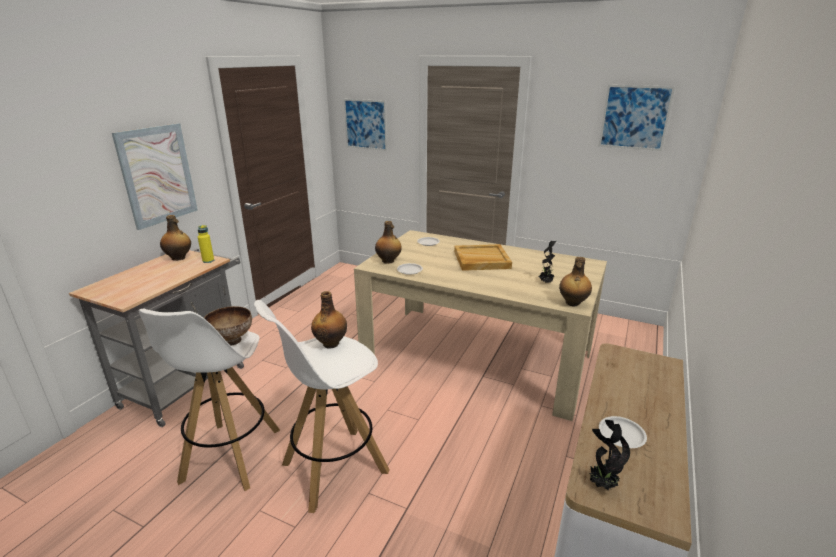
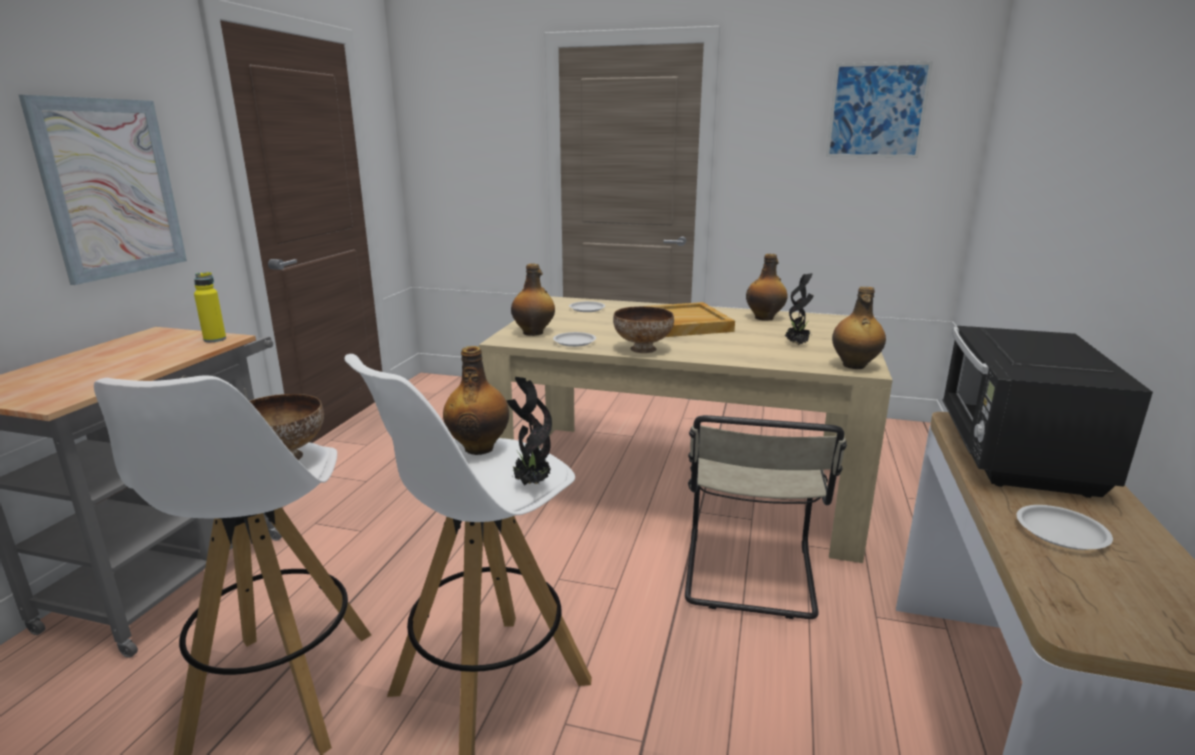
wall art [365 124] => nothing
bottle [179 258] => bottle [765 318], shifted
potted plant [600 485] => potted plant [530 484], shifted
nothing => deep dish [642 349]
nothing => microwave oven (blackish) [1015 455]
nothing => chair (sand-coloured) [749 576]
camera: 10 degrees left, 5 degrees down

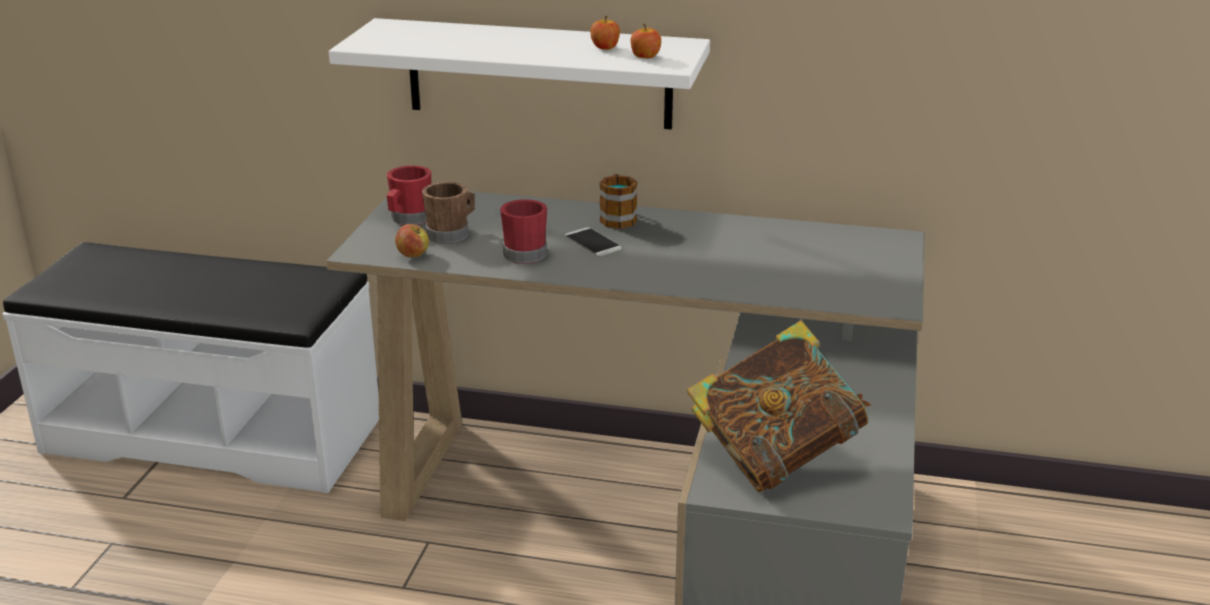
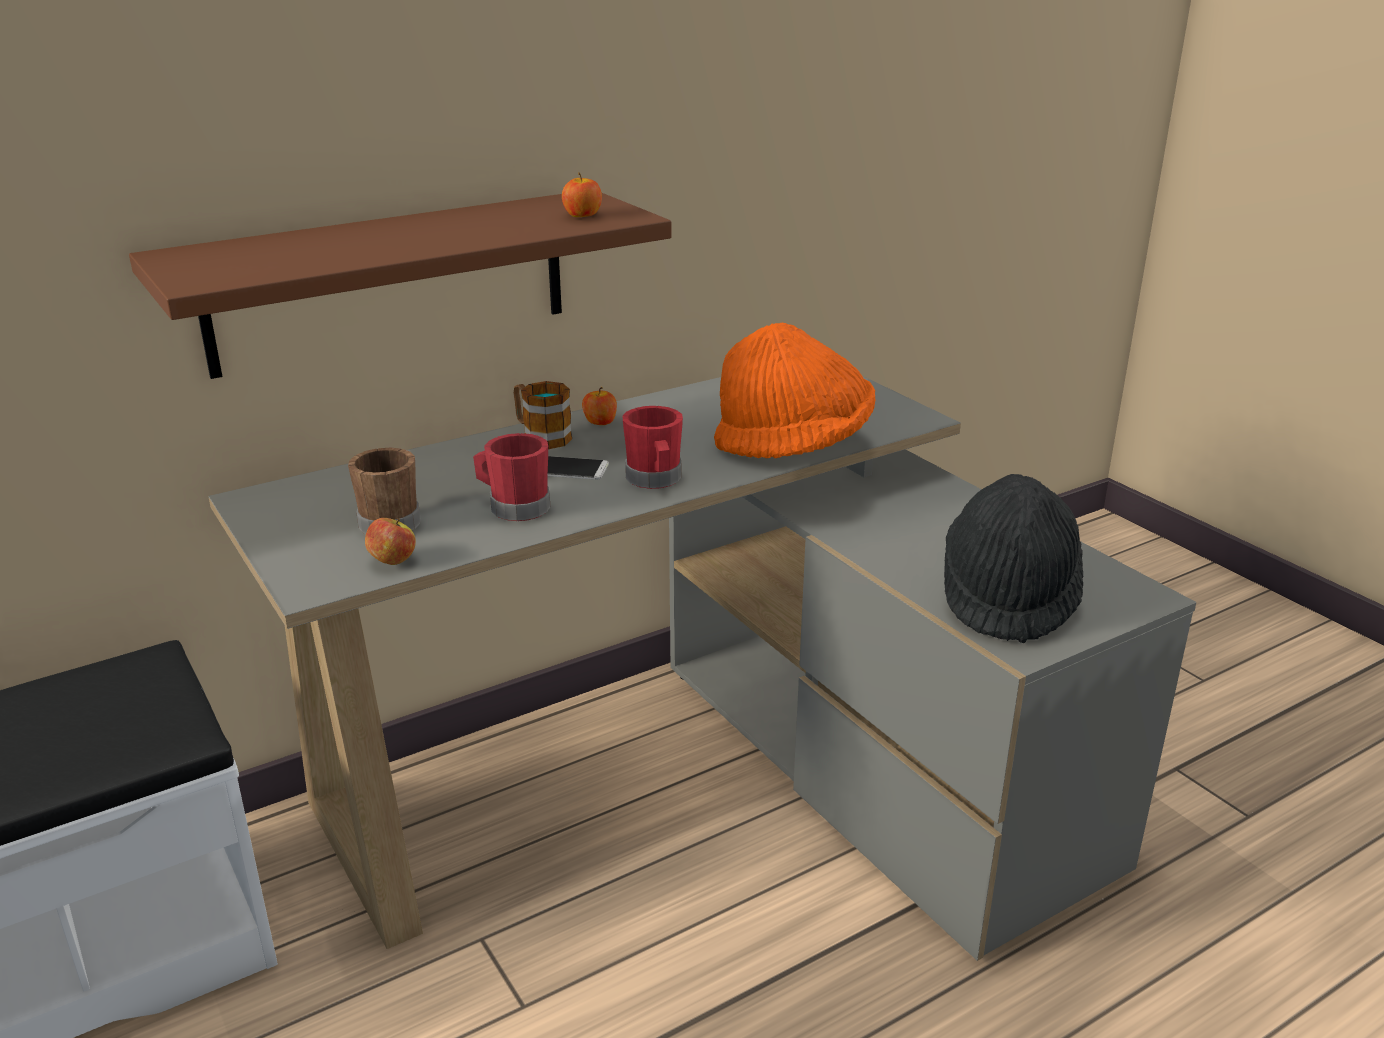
whole apple [605 48] => whole apple [600 422], shifted
shelf (whitish) [539 73] => shelf (brown) [390 281]
coffee mug (reddish) [409 219] => coffee mug (reddish) [655 480], shifted
volume [776 457] => wearable hat (blackish) [1008 596]
nothing => wearable hat (orange) [793 444]
camera: 45 degrees left, 0 degrees up

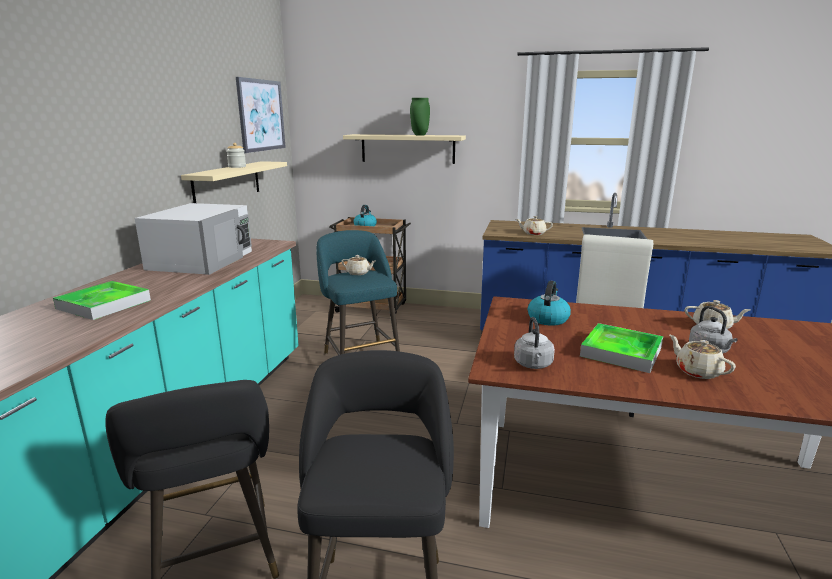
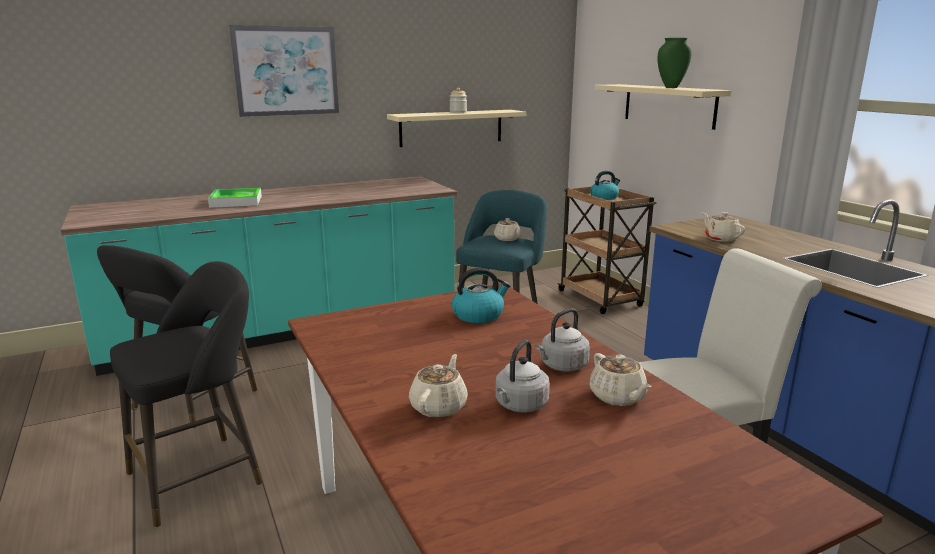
wall art [261 115] => wall art [286 71], shifted
microwave oven (whitish) [202 260] => nothing
kettle (grey) [533 365] => kettle (grey) [562 366], shifted
carrying tray [621 352] => nothing
camera: 50 degrees right, 0 degrees up

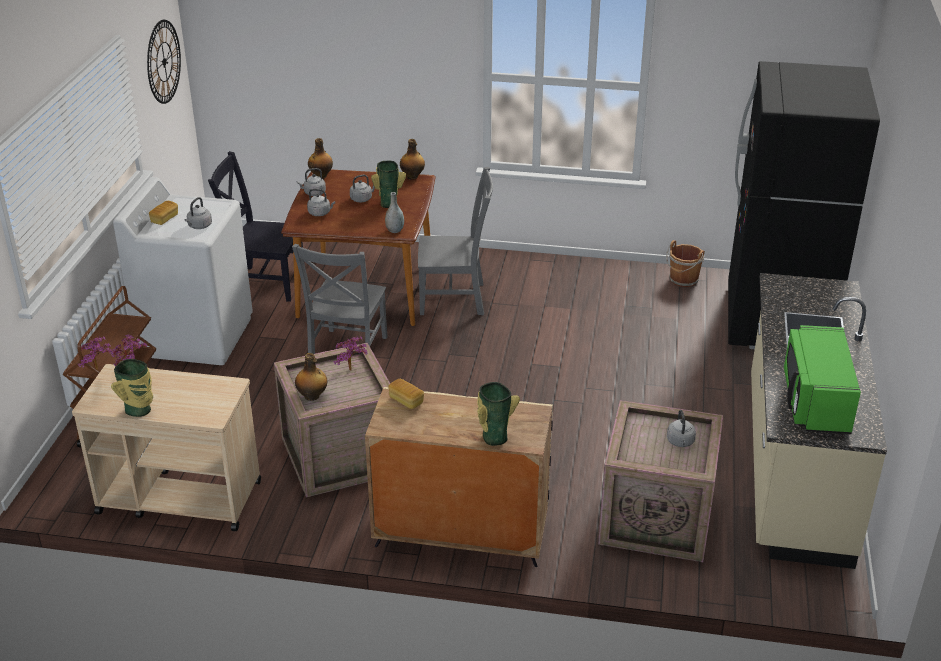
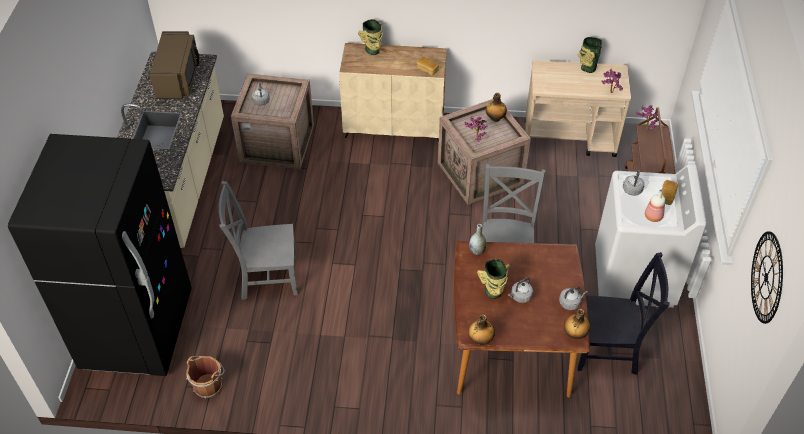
chair (grey) [455 299] => chair (grey) [266 277], shifted
kettle (grey) [320 213] => nothing
microwave oven (greenish) [815 401] => microwave oven (brown) [178 78]
nothing => bottle [654 216]
camera: 175 degrees right, 15 degrees up

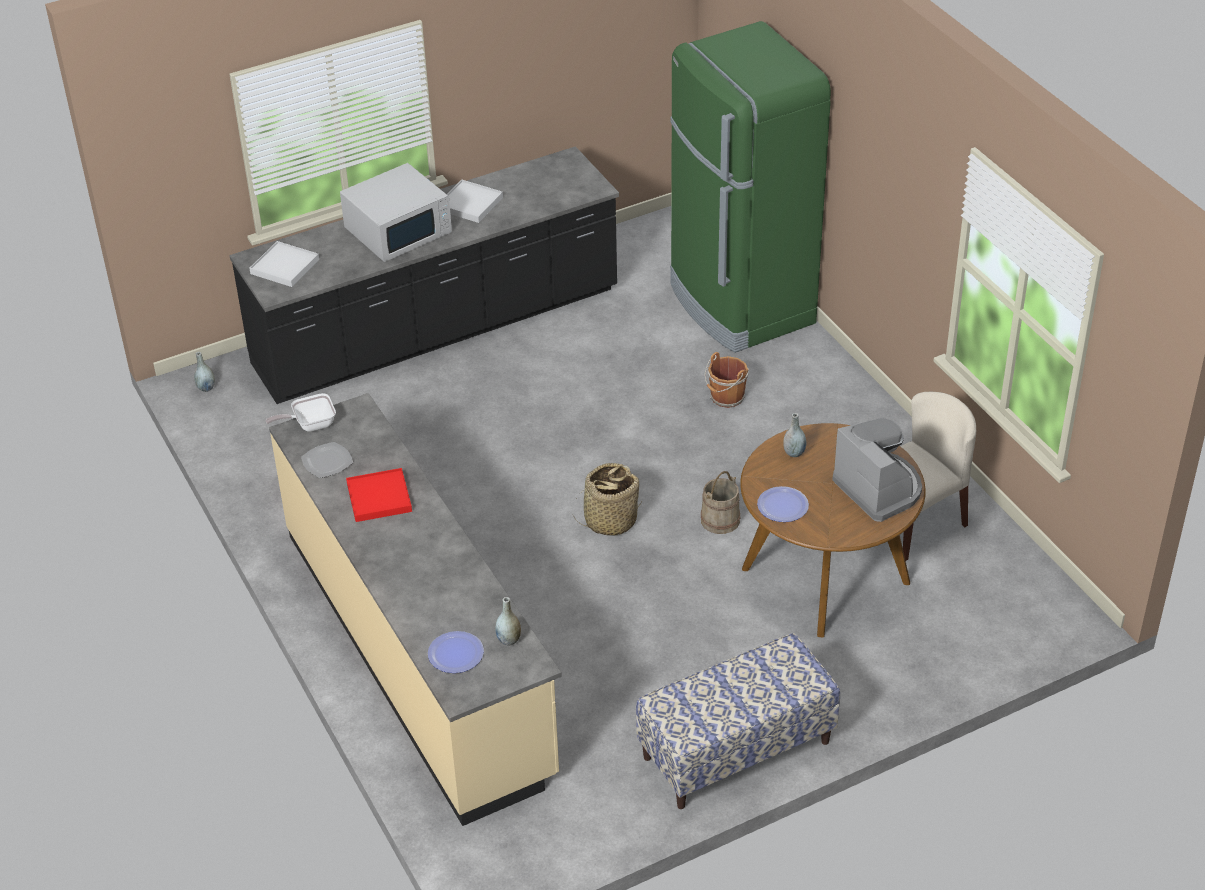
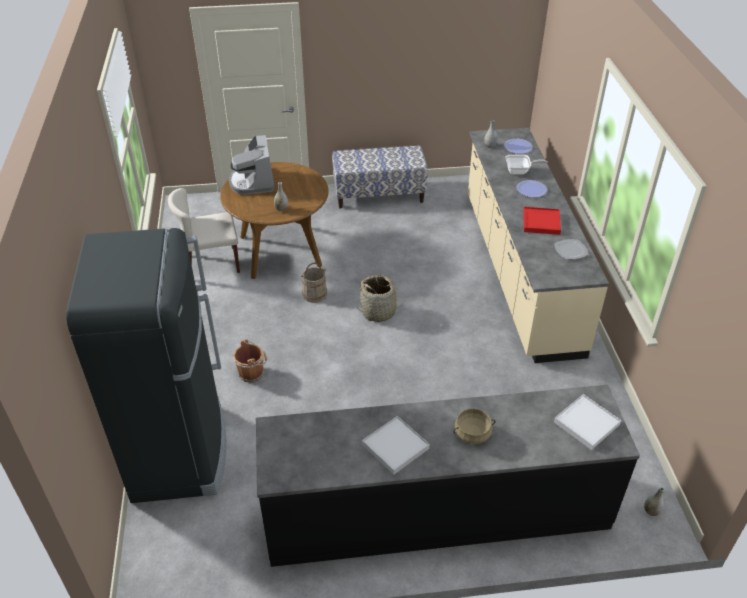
kitchen fridge (greenish) [740 305] => kitchen fridge (blackish) [180 452]
microwave oven (whitish) [399 231] => saucepot (sand-coloured) [472 434]
skillet [310 424] => skillet [520 171], shifted
dinner plate [783 505] => dinner plate [531 189], shifted
camera: 160 degrees left, 0 degrees up

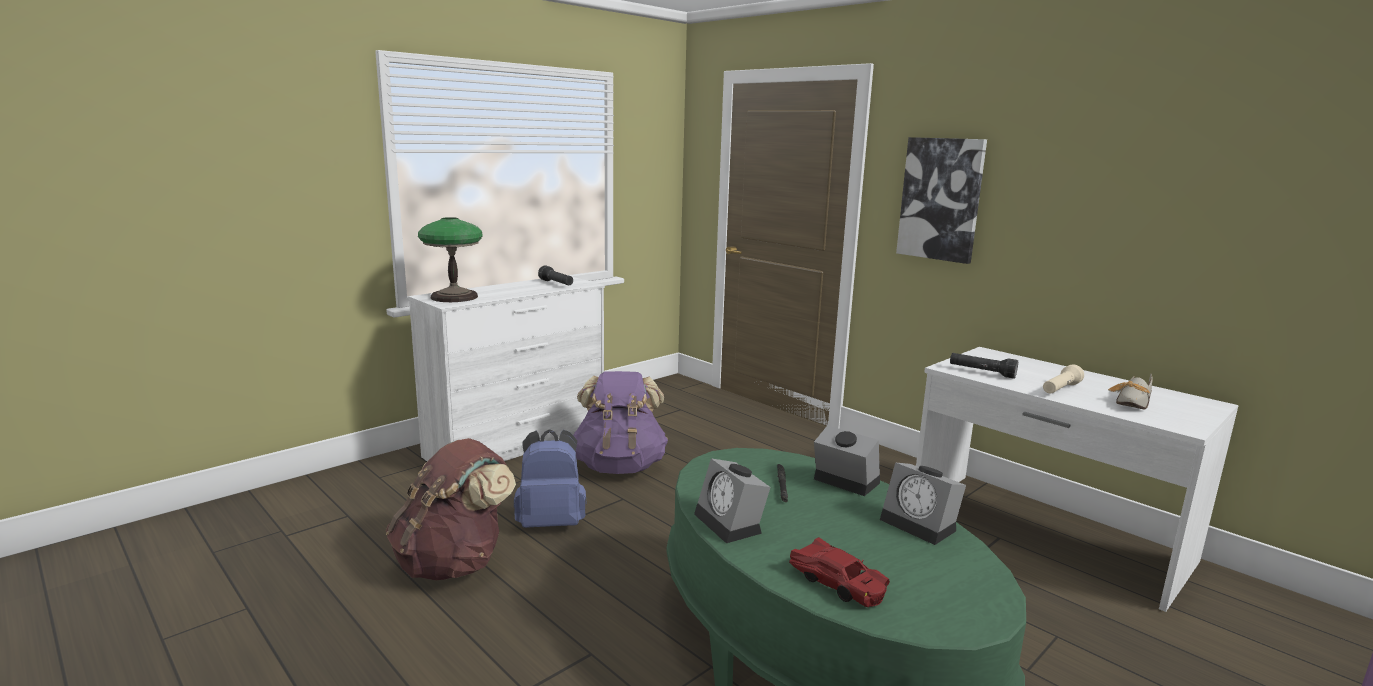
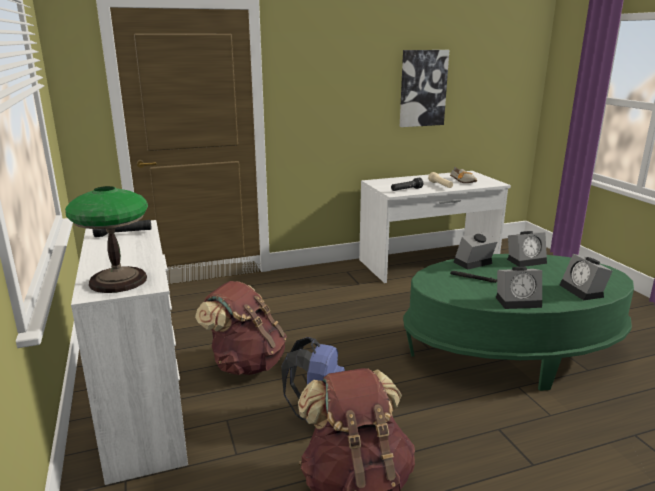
wall art [941 199] => wall art [422 88], shifted
backpack (purple-coloured) [619 466] => backpack (brown) [246 363]
toy car (reddish) [837 583] => table clock [584 291]
camera: 65 degrees left, 5 degrees up

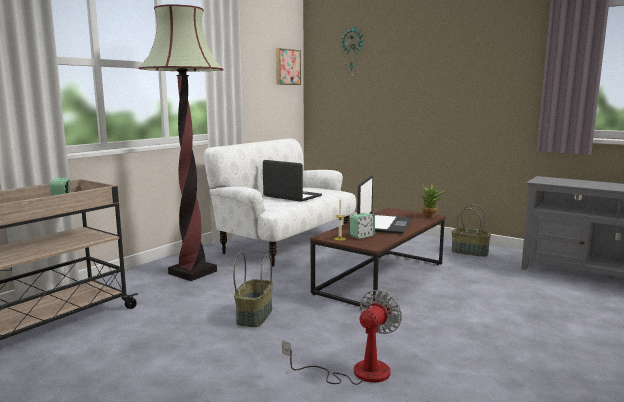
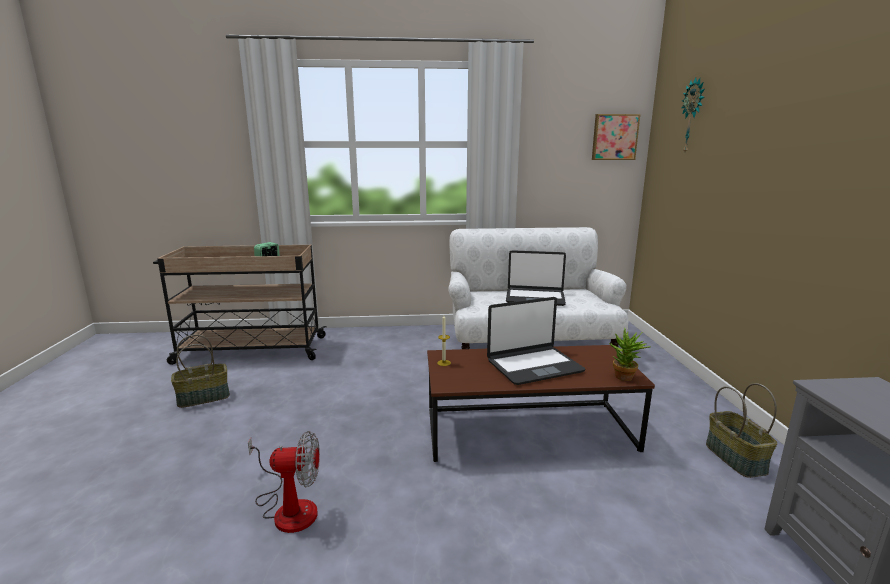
standard lamp [193 272] => nothing
laptop [292 196] => laptop [535 298], 105 degrees clockwise
table clock [362 236] => nothing
household basket [254 316] => household basket [204 397], shifted
camera: 50 degrees right, 5 degrees up

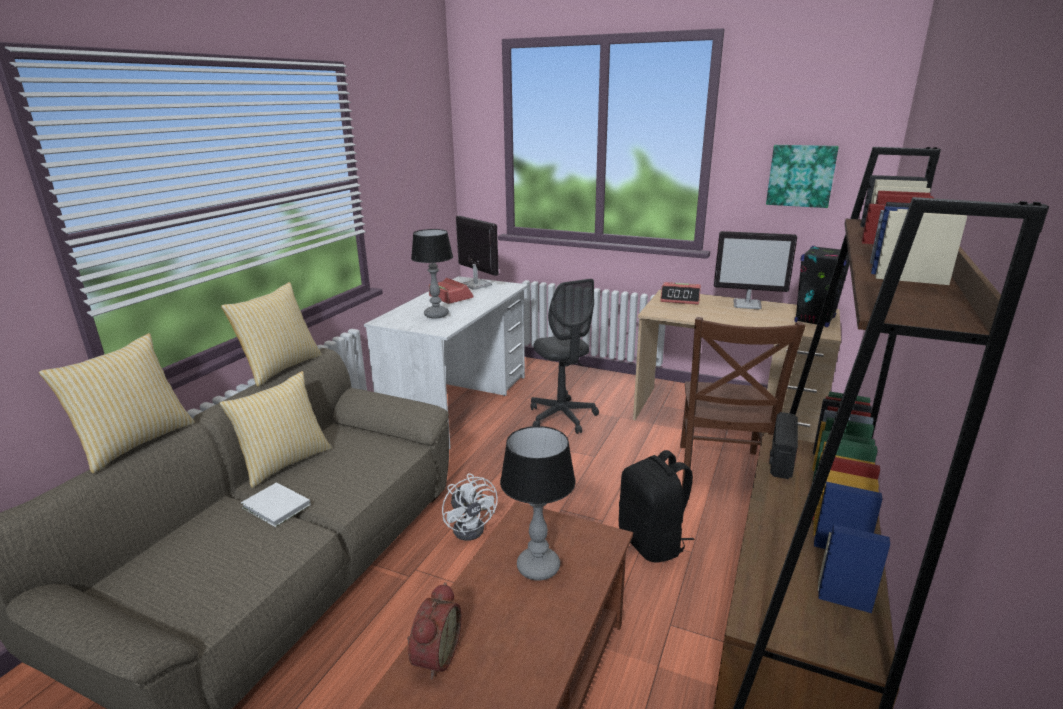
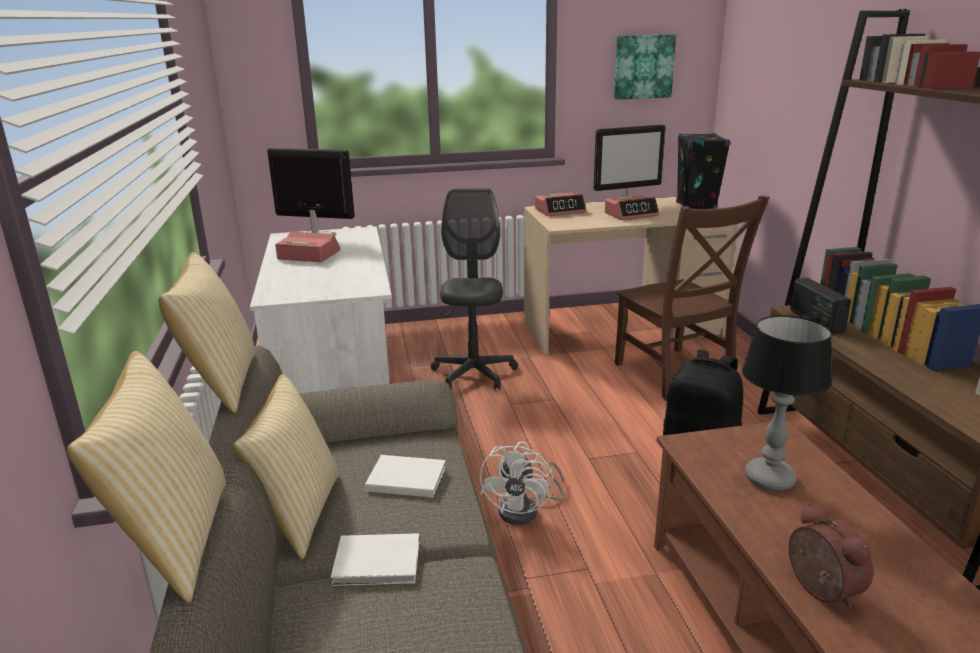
tabletop lamp [436 315] => nothing
computer chair (grey) [562 417] => computer chair (grey) [473 374], 120 degrees counterclockwise
electric fan (whitish) [472 526] => electric fan (whitish) [526 510], 75 degrees clockwise
nothing => table clock [631 214]
nothing => volume (whitish) [405 478]
camera: 35 degrees left, 0 degrees up

